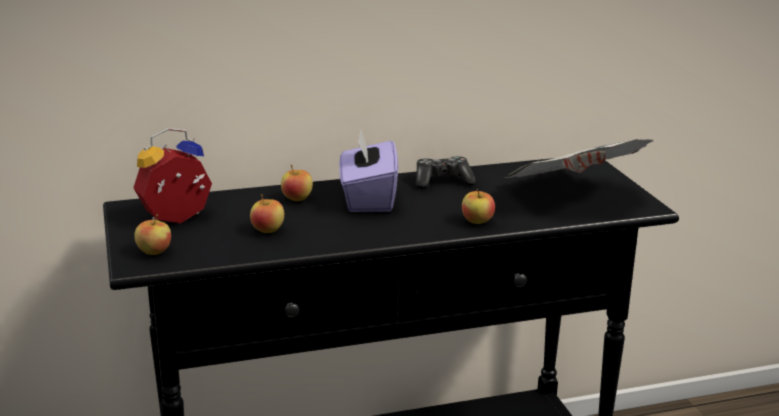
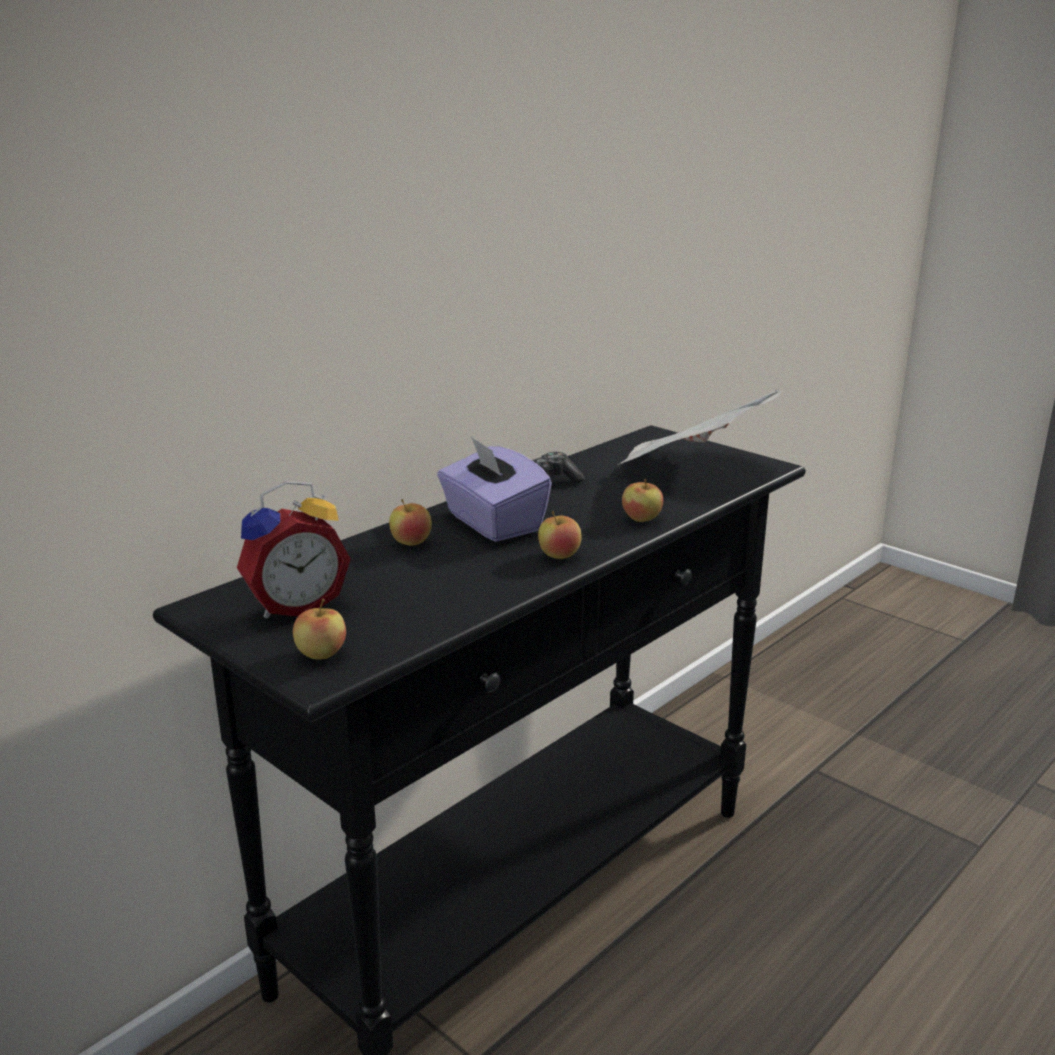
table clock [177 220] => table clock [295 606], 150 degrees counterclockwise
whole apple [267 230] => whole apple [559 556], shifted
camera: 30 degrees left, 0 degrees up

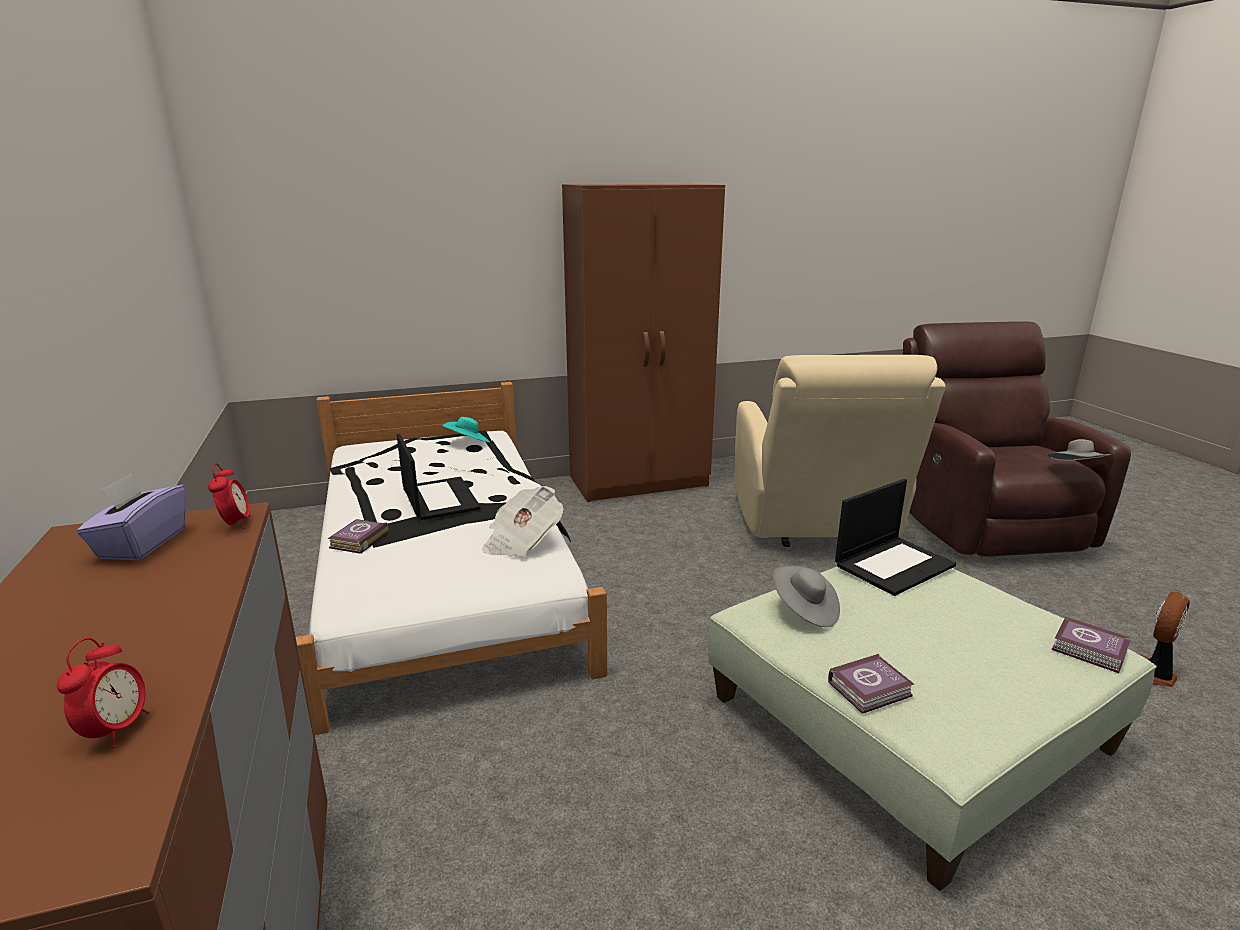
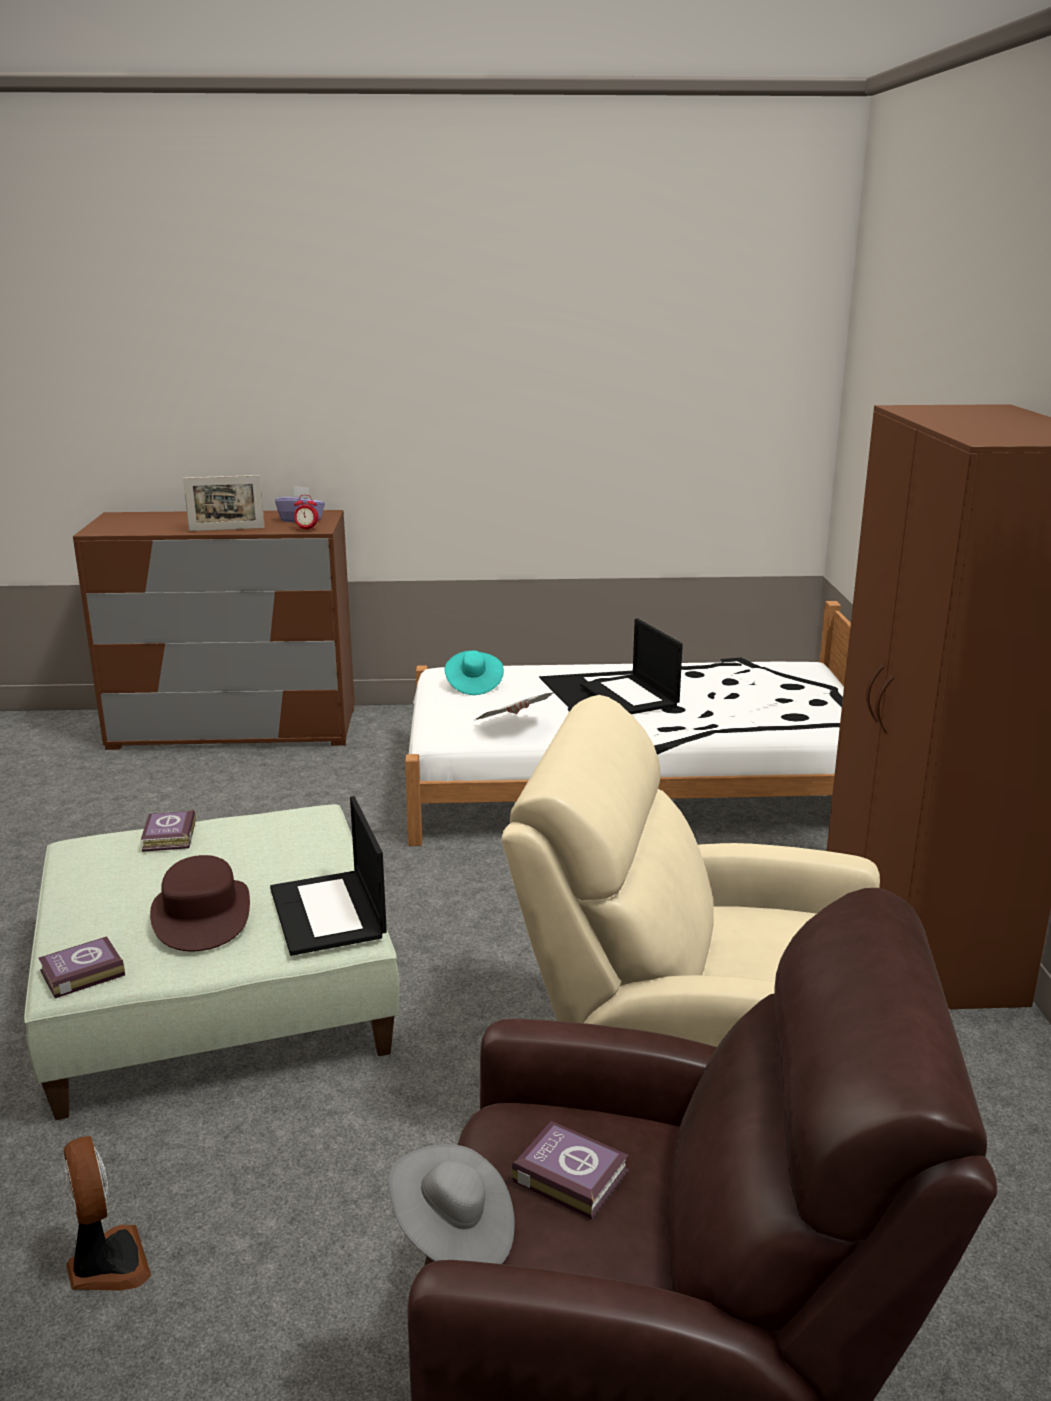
wearable hat (turquoise-coloured) [468 443] => wearable hat (turquoise-coloured) [473 685], shifted
laptop [439 498] => laptop [630 696], 75 degrees clockwise
volume [357 541] => volume [569 1174], shifted
wearable hat (grey) [804 610] => nothing
table clock [117 730] => nothing
nothing => picture frame [227 529]
nothing => wearable hat (brown) [201 915]
camera: 105 degrees right, 0 degrees up

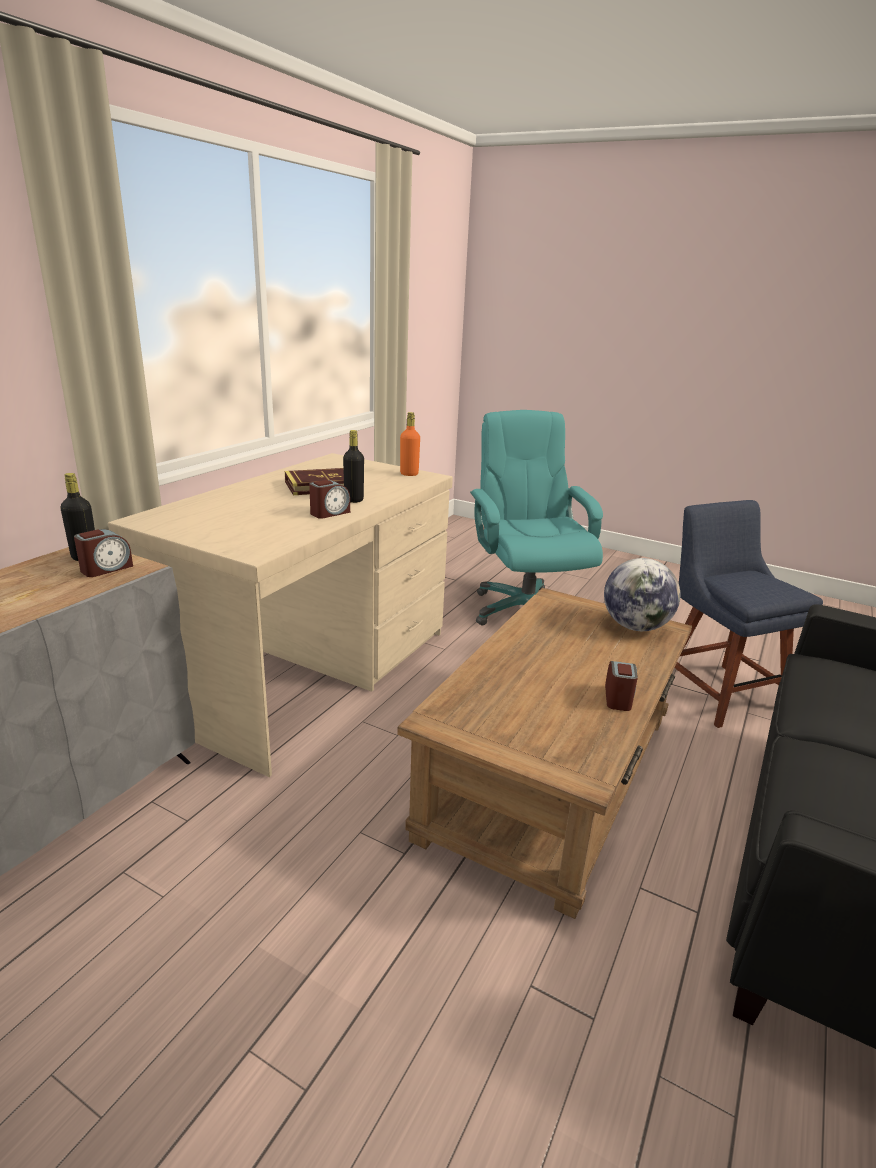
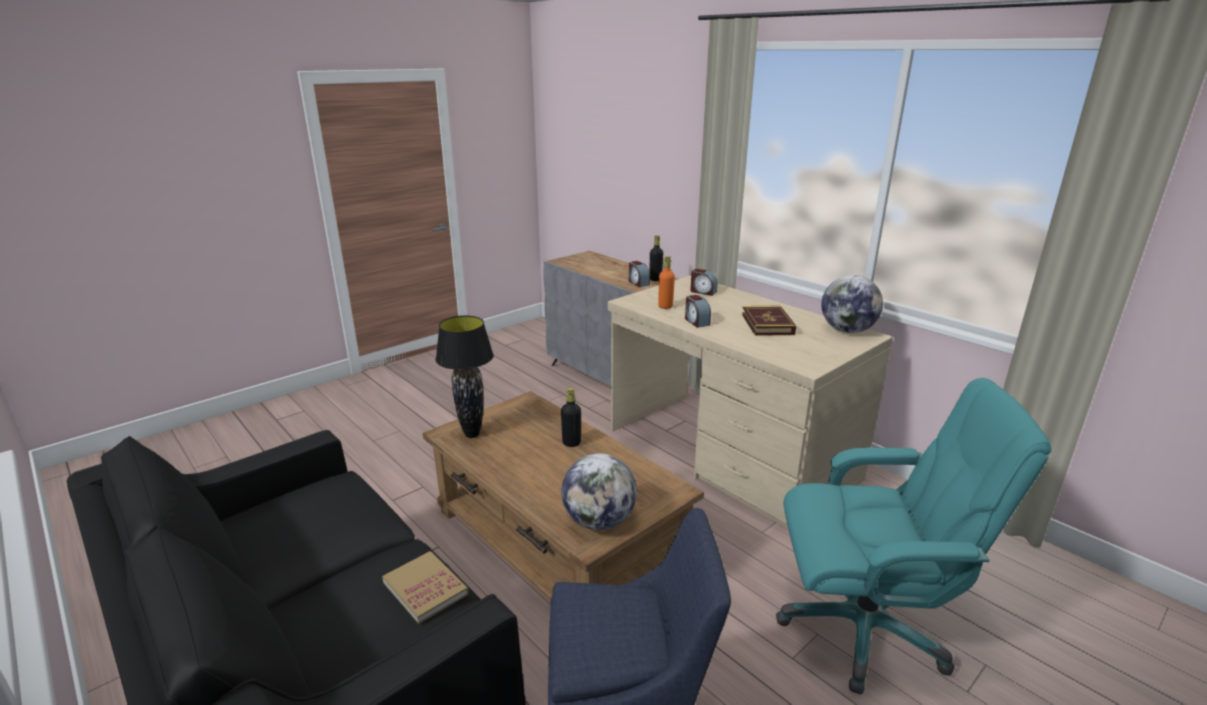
bottle (orange) [409 474] => bottle (orange) [665 306], shifted
bottle (blackish) [354 500] => bottle (blackish) [571 443], shifted
table clock [618 698] => table clock [703 292], shifted
nothing => world globe [847 330]
nothing => tabletop lamp (blackish) [471 435]
nothing => volume [425 588]
camera: 110 degrees right, 0 degrees up

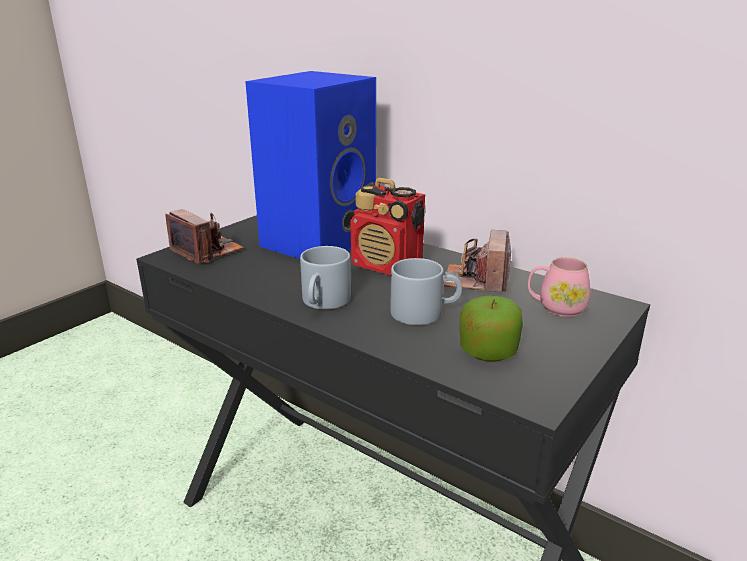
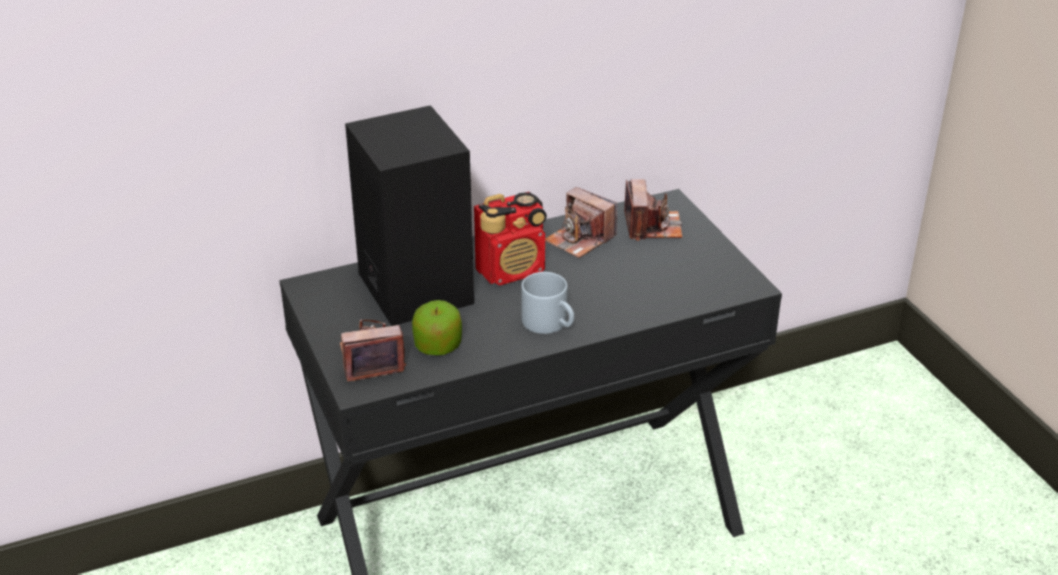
loudspeaker (bluish) [318 240] => loudspeaker (blackish) [412 287]
coffee mug (pinkish) [555 308] => photo camera [652 226]
coffee mug (grey) [425 312] => nothing
whole apple [488 351] => whole apple [438 346], shifted
camera: 60 degrees left, 10 degrees up

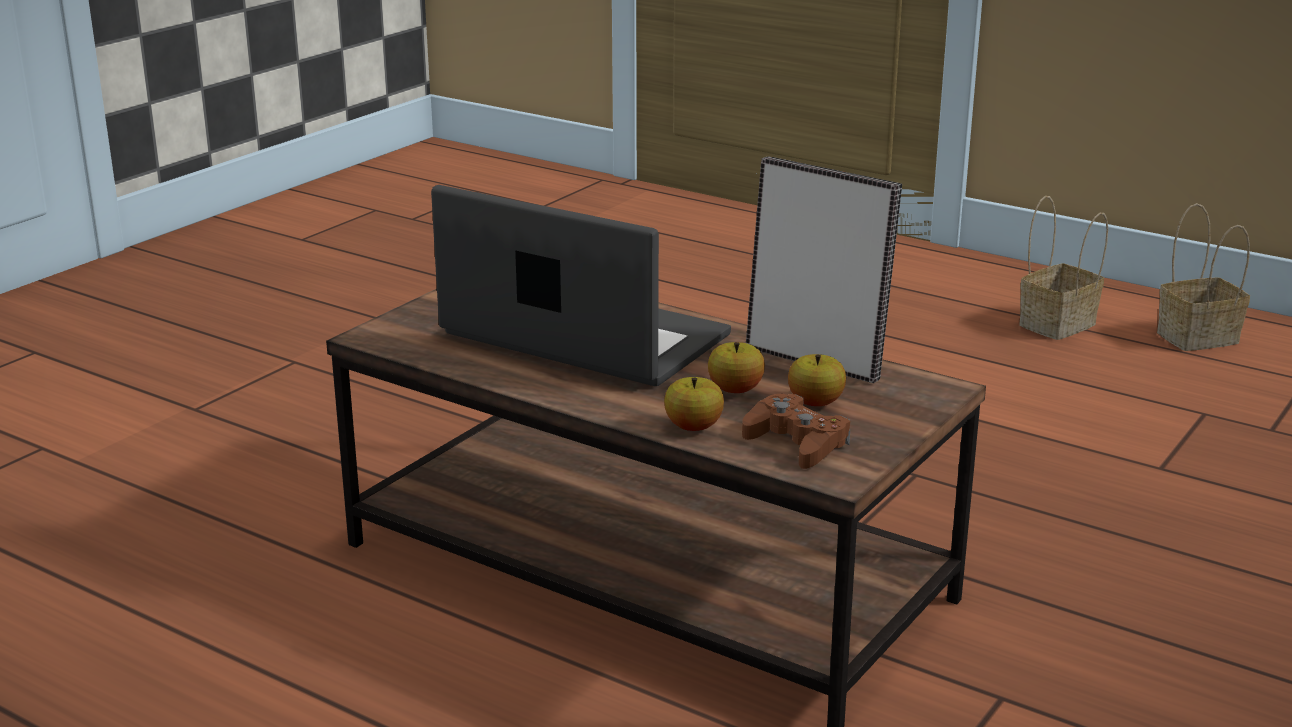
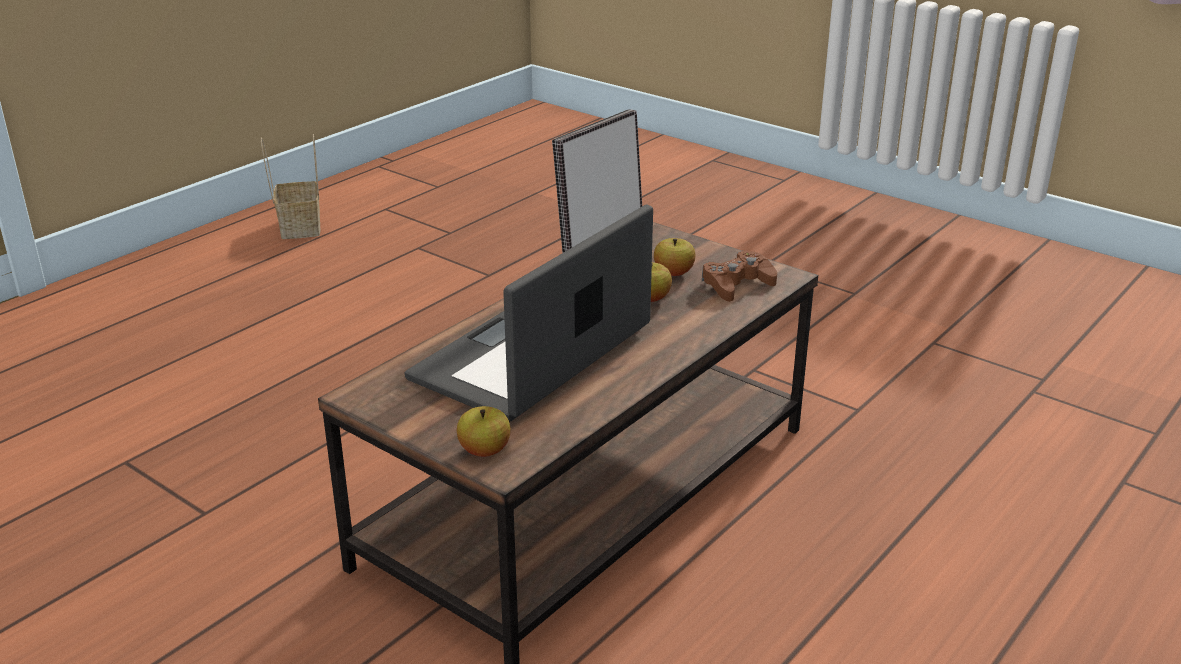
household basket [1057 325] => nothing
whole apple [693 427] => whole apple [484 451], shifted
camera: 85 degrees left, 5 degrees up

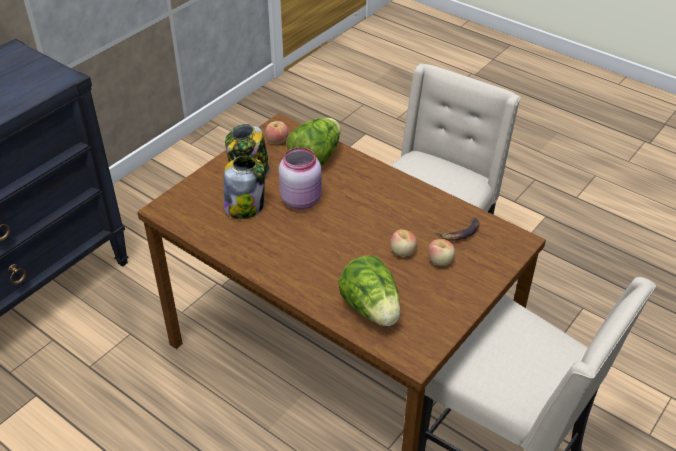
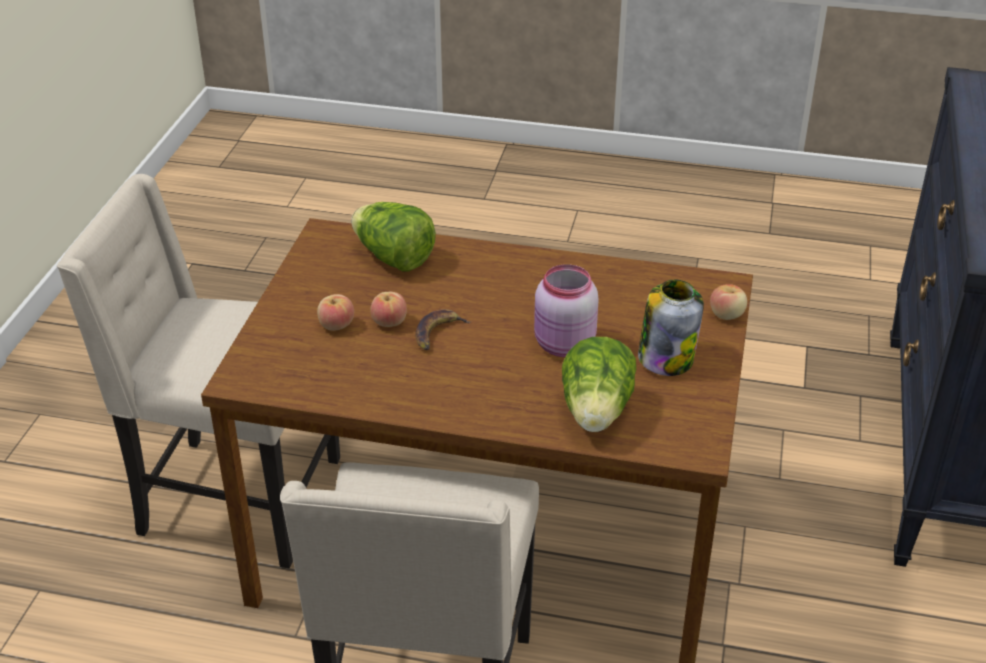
whole apple [277 141] => whole apple [727 315], shifted
preserve jar [245 206] => nothing
whole banana [460 232] => whole banana [438 333], shifted
camera: 155 degrees right, 5 degrees down

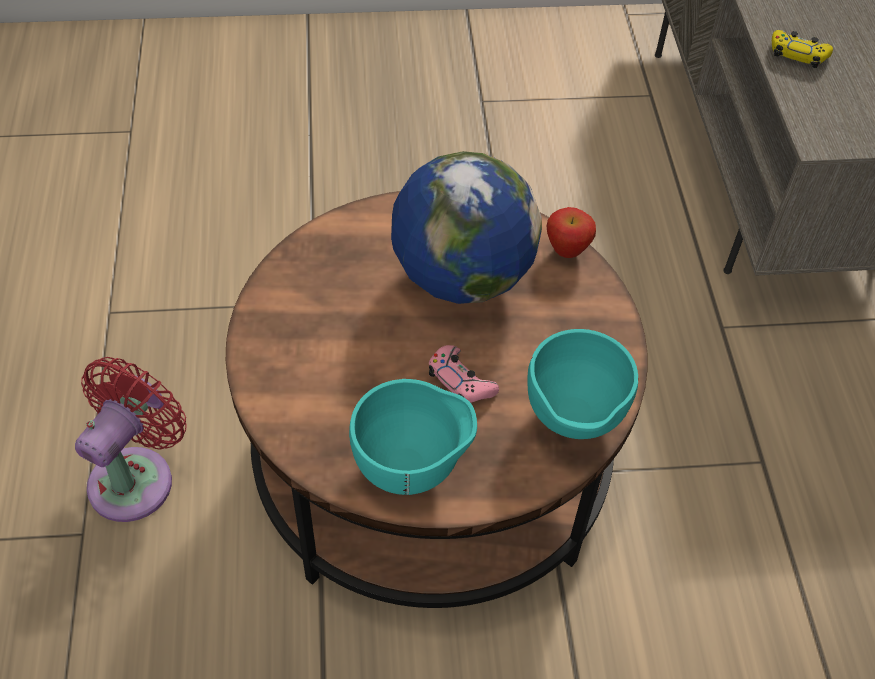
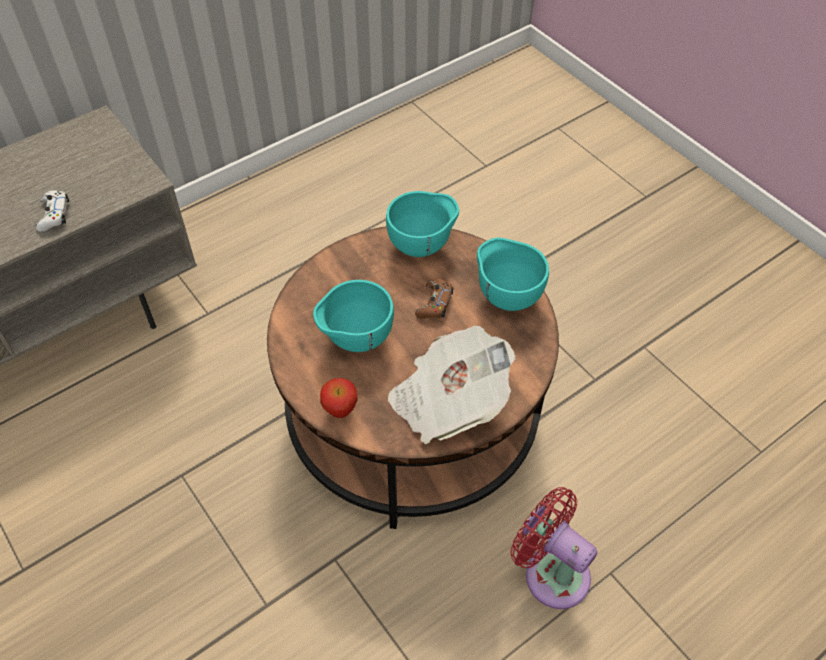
game controller (yellowish) [797 54] => game controller (whitish) [54 215]
world globe [462 277] => deep dish (turquoise-coloured) [355 340]
whole apple [566 251] => whole apple [340 411], shifted
game controller (pinkish) [461 381] => game controller (brown) [434 303]
electric fan (reddish) [136 477] => electric fan (reddish) [551 571], 45 degrees clockwise
nothing => newspaper [448 401]
camera: 120 degrees left, 0 degrees up

